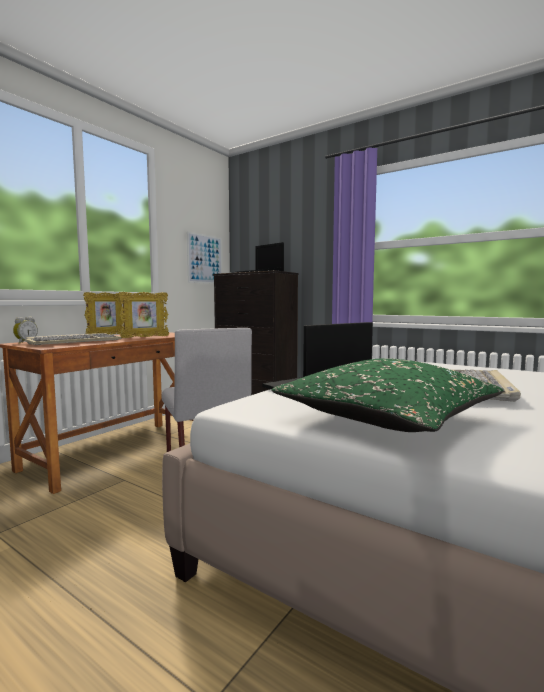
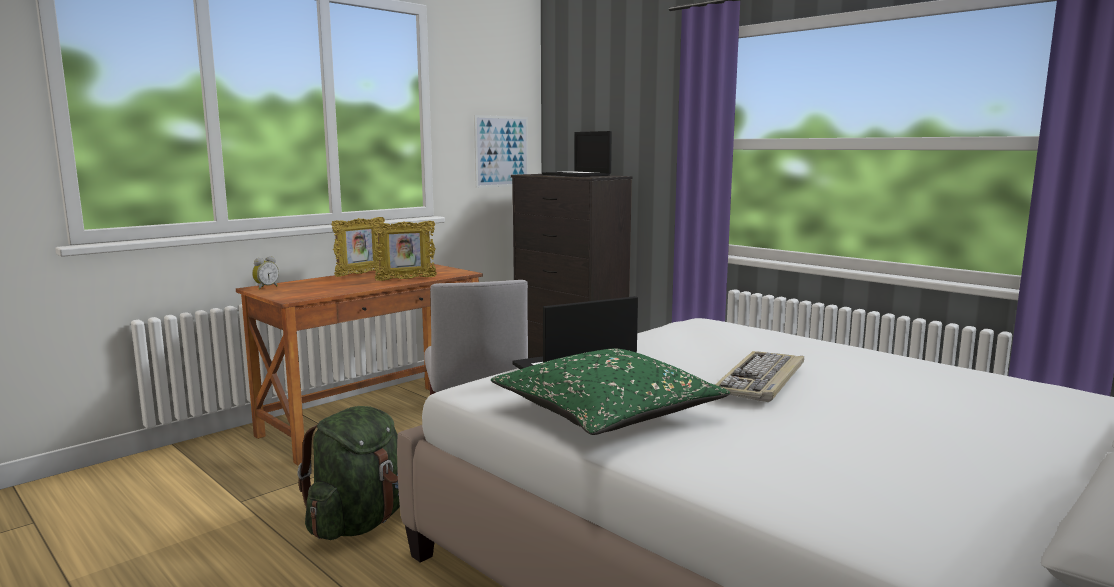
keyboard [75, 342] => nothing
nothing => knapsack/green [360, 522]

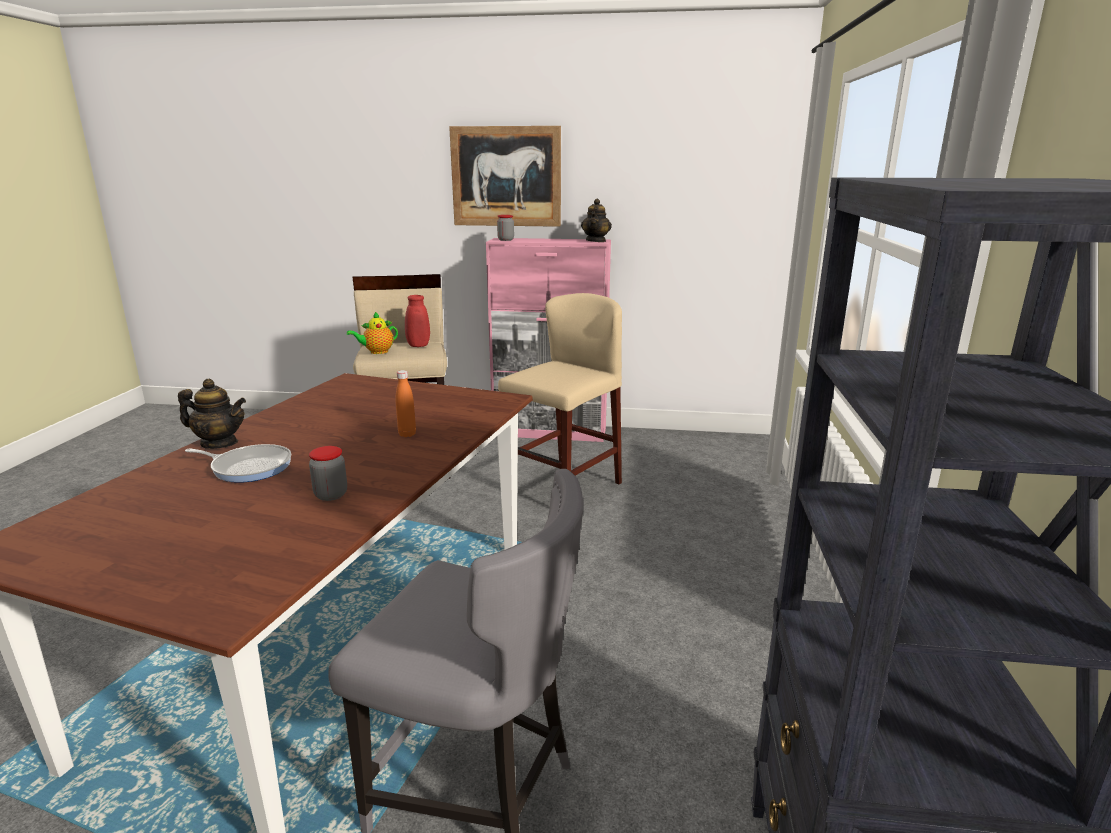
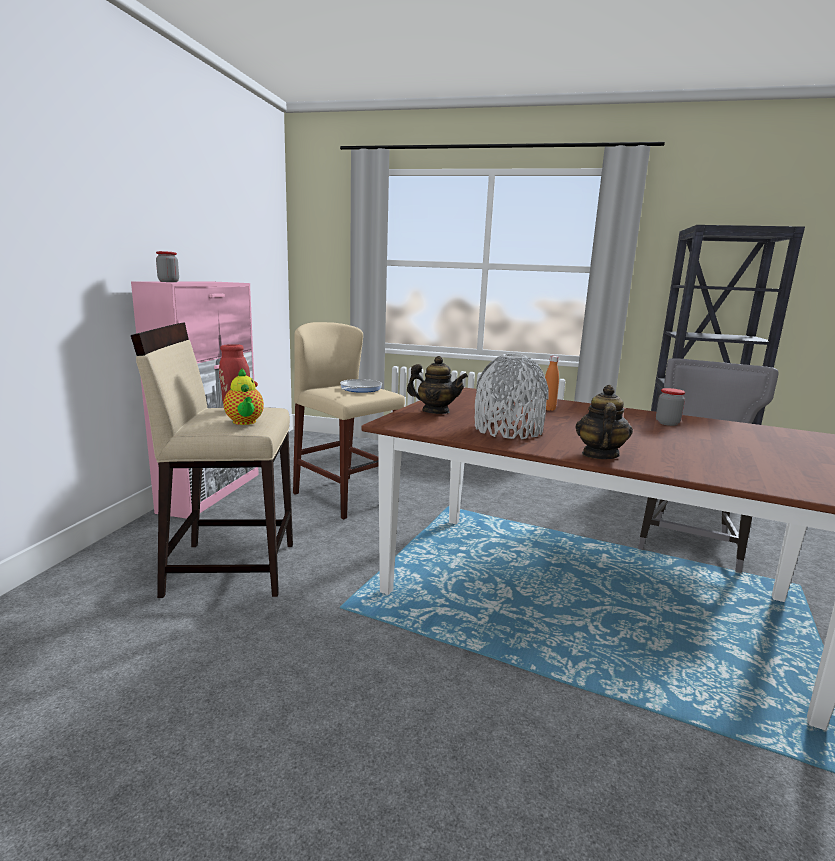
wall art [506, 177] => nothing
nothing => decorative vase/greyish [508, 430]
frying pan [249, 467] => frying pan [359, 389], relocated
pot for tea [596, 241] => pot for tea [435, 411], relocated

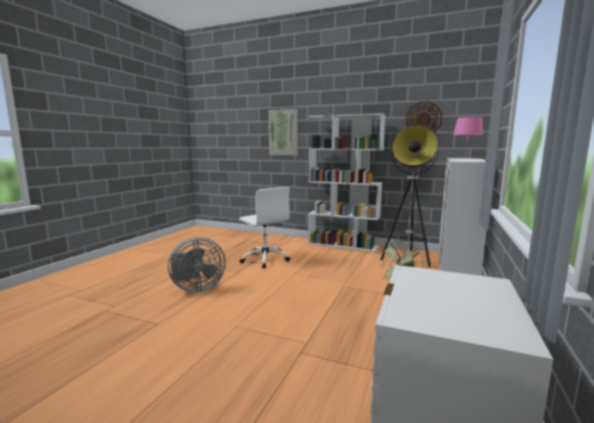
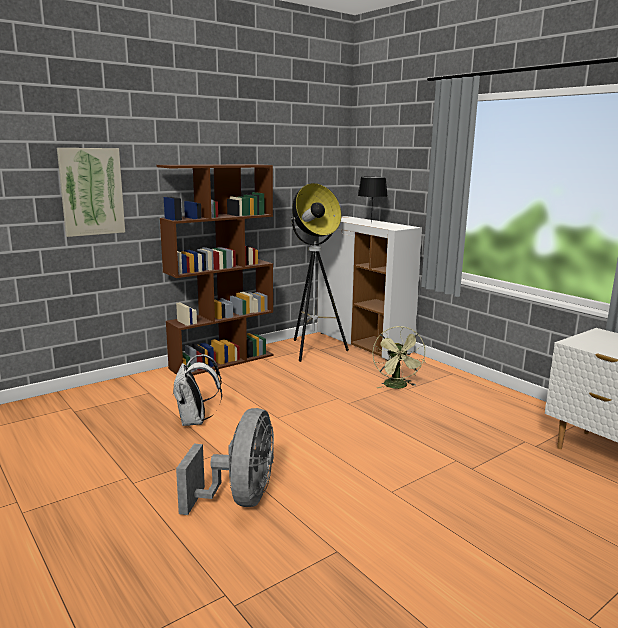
clock on the wall [423, 119] => nothing
office chair/white [265, 259] => knapsack/white [195, 421]
bookshelf/white [343, 245] => bookshelf/brown [222, 361]
lamp for a table/pink [465, 159] => lamp for a table/blackish [371, 223]

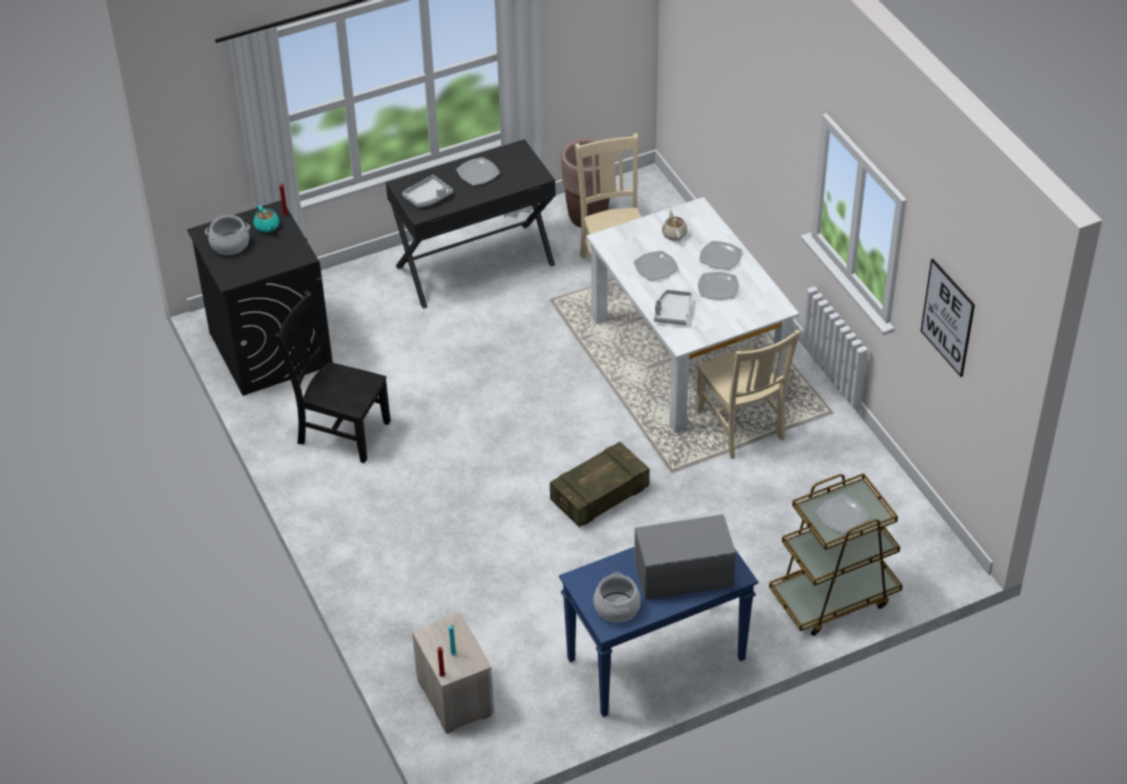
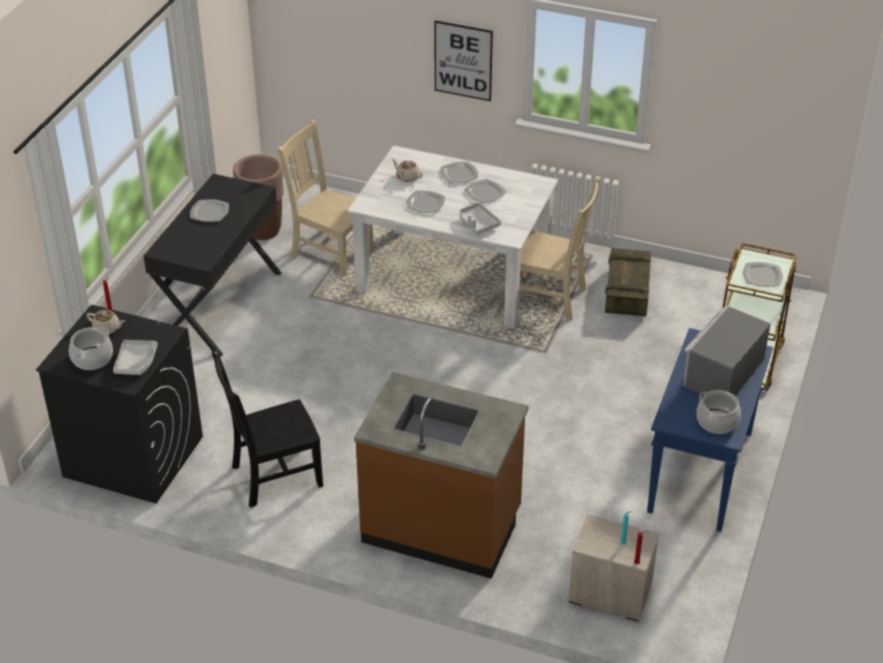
nothing => kitchen counter/brown [442, 526]
serving tray/greyish [428, 197] => serving tray/greyish [136, 362], relocated
crate [599, 495] => crate [627, 293], relocated
wall art [947, 317] => wall art [463, 60], relocated
pot for tea/turquoise [267, 227] => pot for tea/sand-coloured [107, 329]

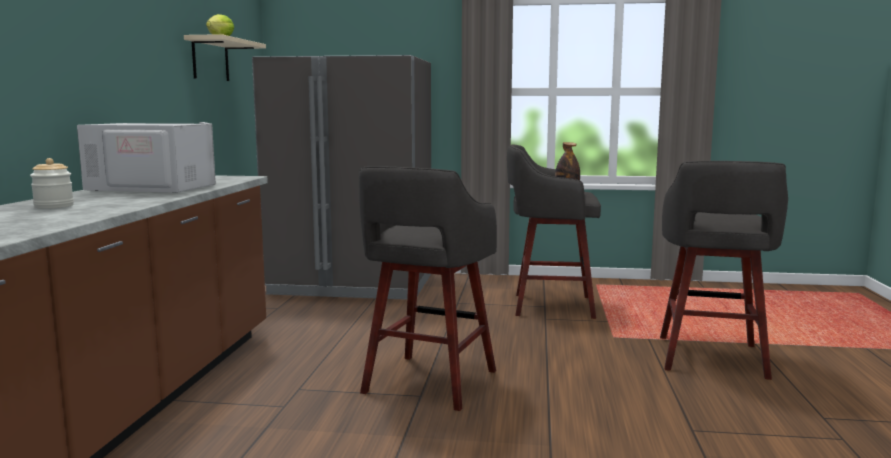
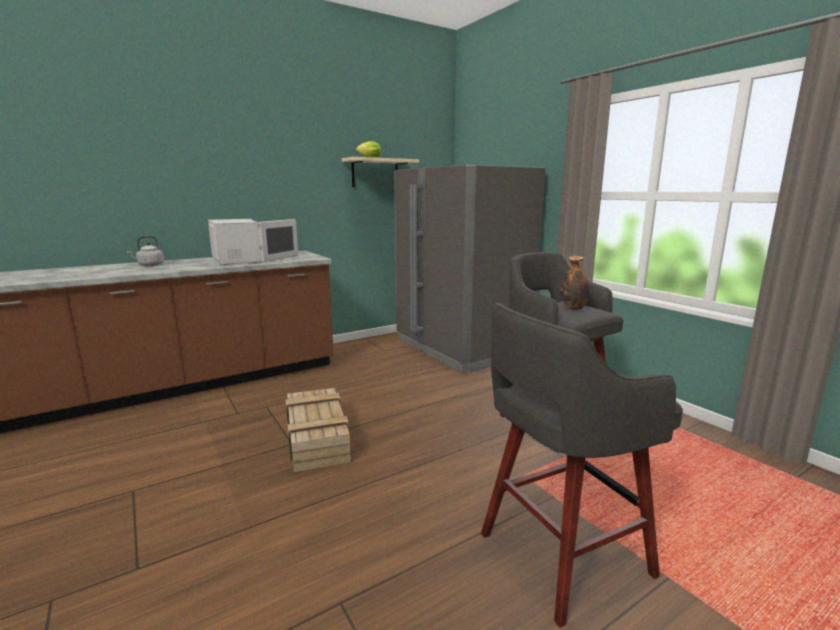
preserve jar [54, 206] => kettle/greyish [149, 265]
stool/greyish [428, 383] => crate [316, 438]

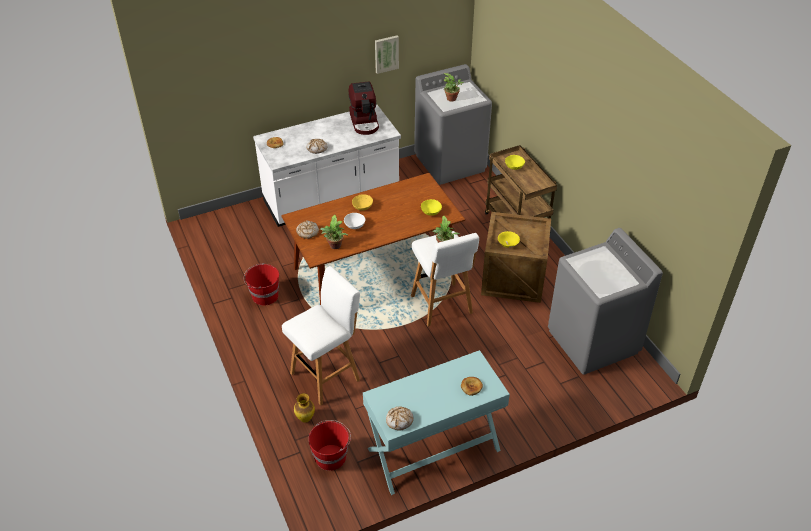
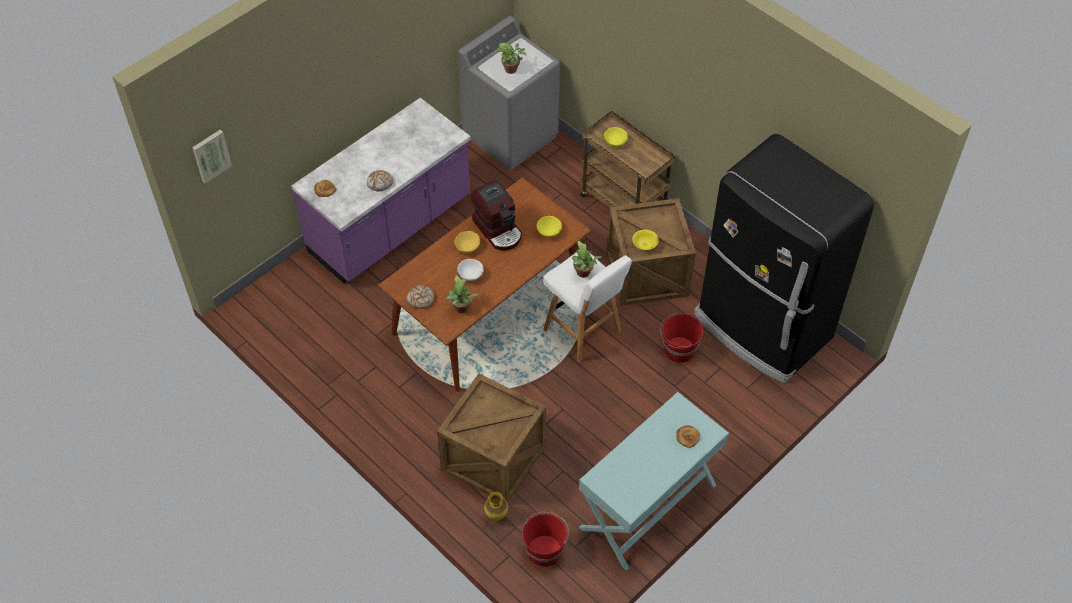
bread [399, 420] => nothing
bucket/red [264, 296] => bucket/red [679, 350], relocated
coffee machine [365, 122] => coffee machine [498, 229], relocated
wall art [386, 53] => wall art [211, 155], relocated
stool/white [327, 375] => crate [495, 457]
laundry appliance/greyish [593, 342] => kitchen fridge/blackish [762, 328]
kitchen counter/white [331, 199] => kitchen counter/purplish [391, 226]

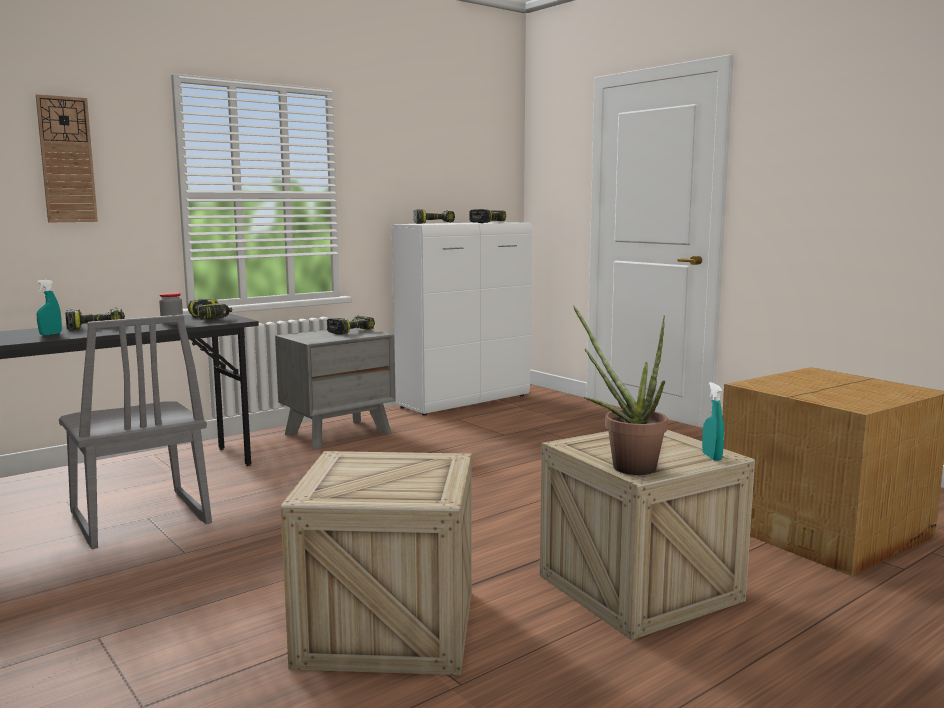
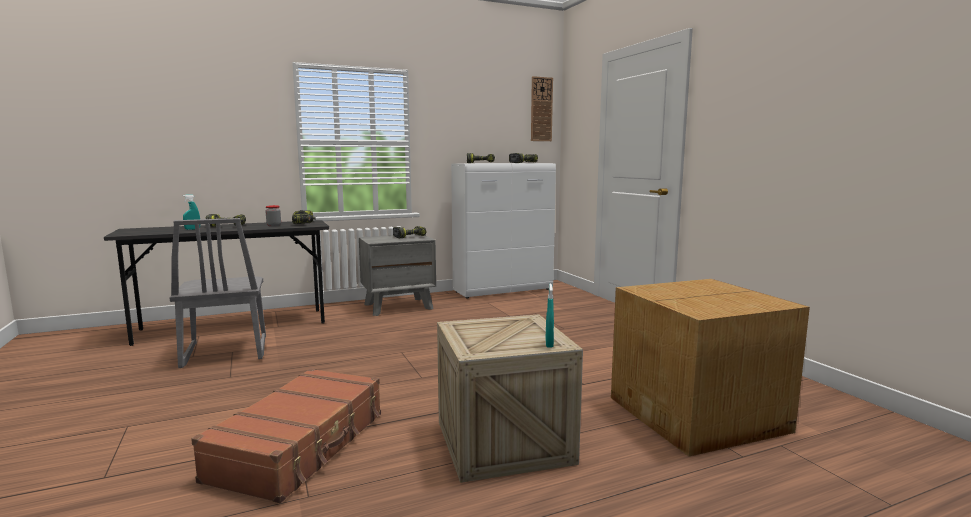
plant in a pot [625, 466] => nothing
clock on the wall [67, 160] => clock on the wall [541, 109], relocated
crate [388, 627] => suitcase/brown [301, 446]

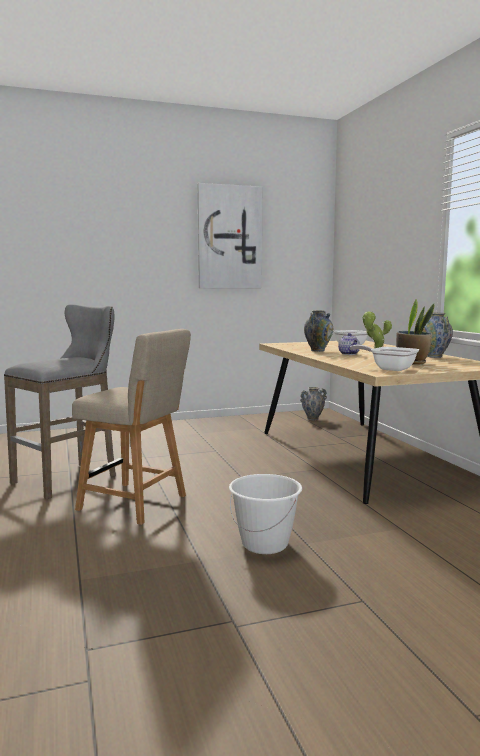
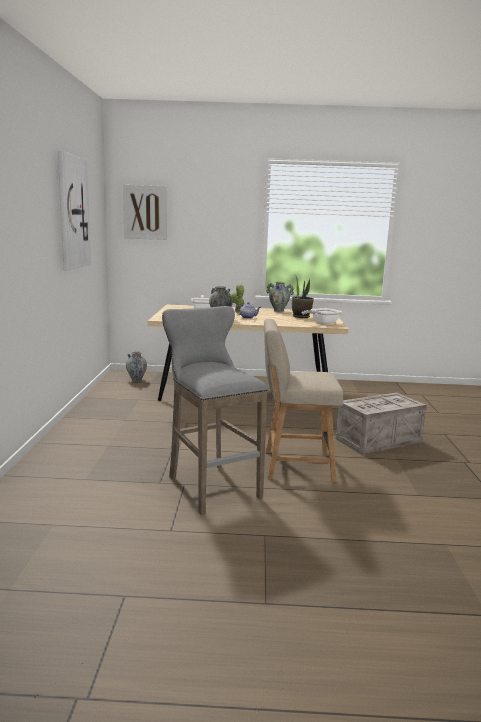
nothing => wall art [145, 212]
bucket/white [265, 544] => crate [379, 440]
chair/sand-coloured [137, 503] => chair/sand-coloured [294, 465], 135 degrees counterclockwise

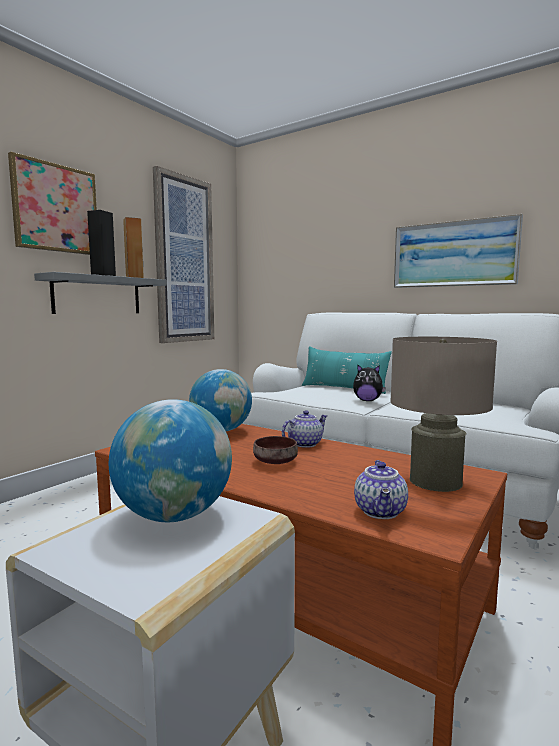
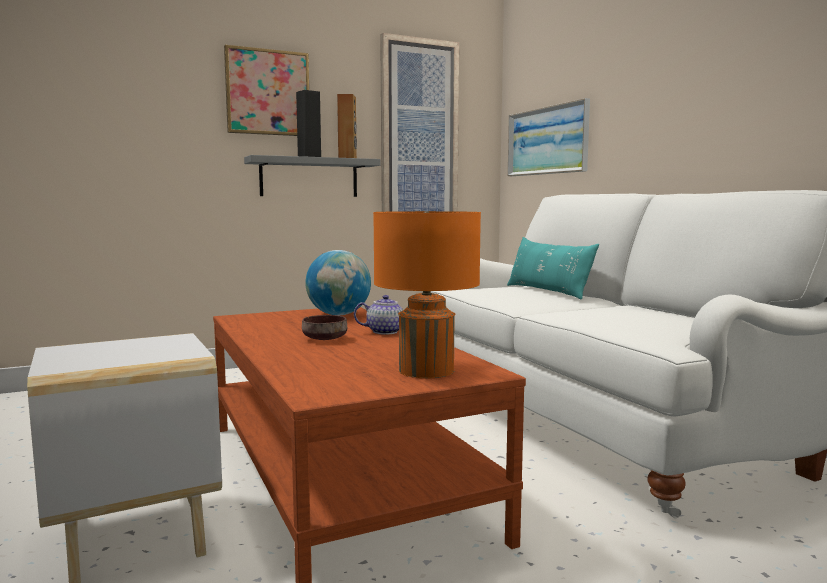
world globe [174, 516] => nothing
soft toy [367, 400] => nothing
pot for tea [381, 512] => nothing
wall art [453, 254] => wall art [547, 141], relocated
lamp for a table/sand-coloured [435, 481] => lamp for a table/orangey [426, 370]

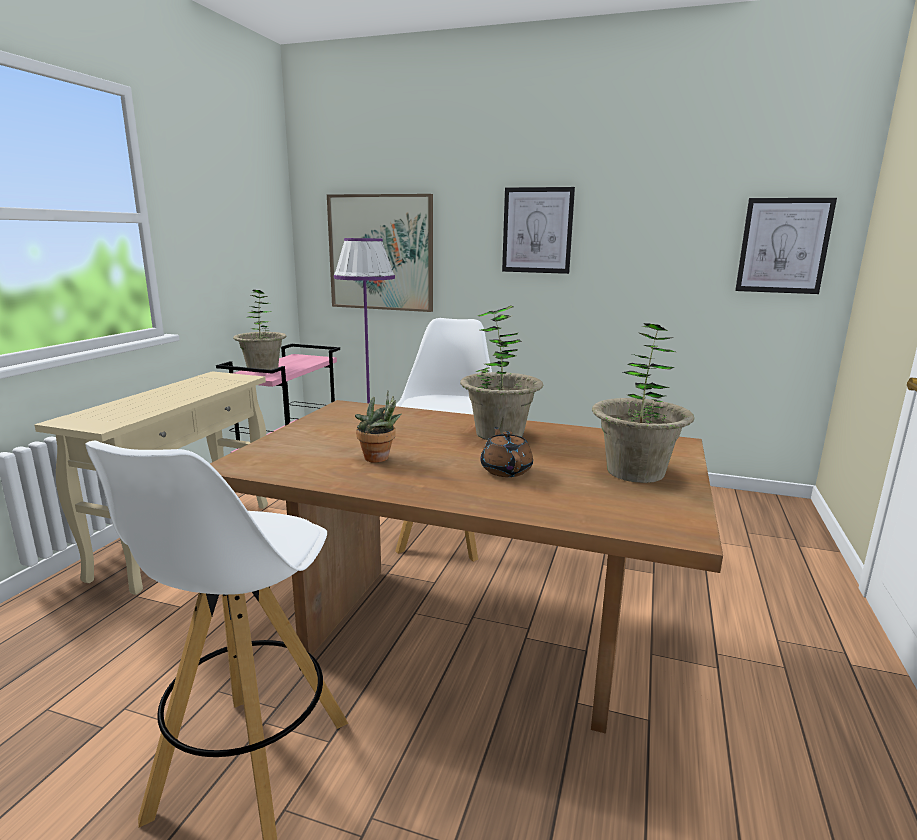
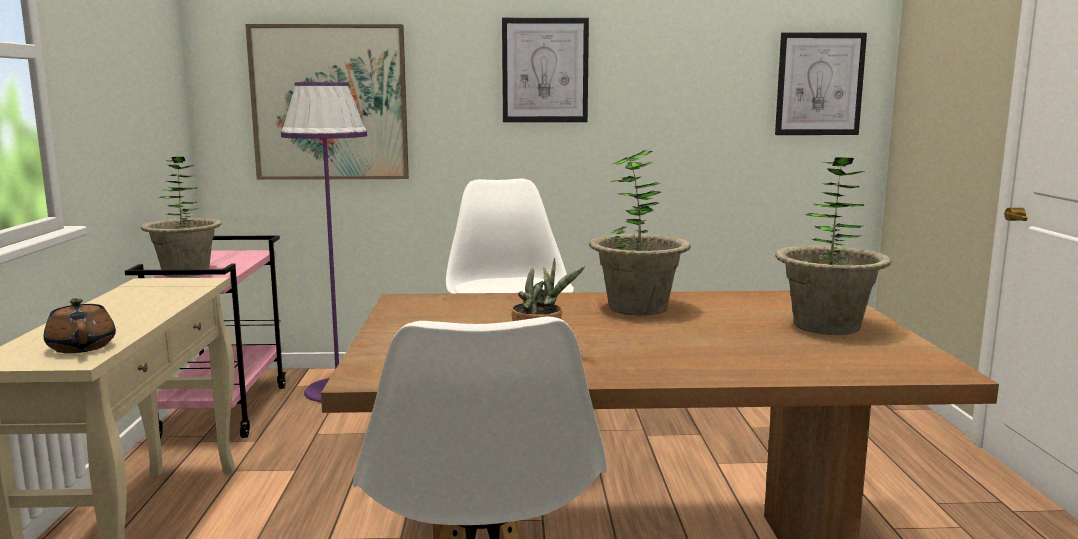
pot for tea/brown [506, 470] => pot for tea/brown [82, 346], relocated

